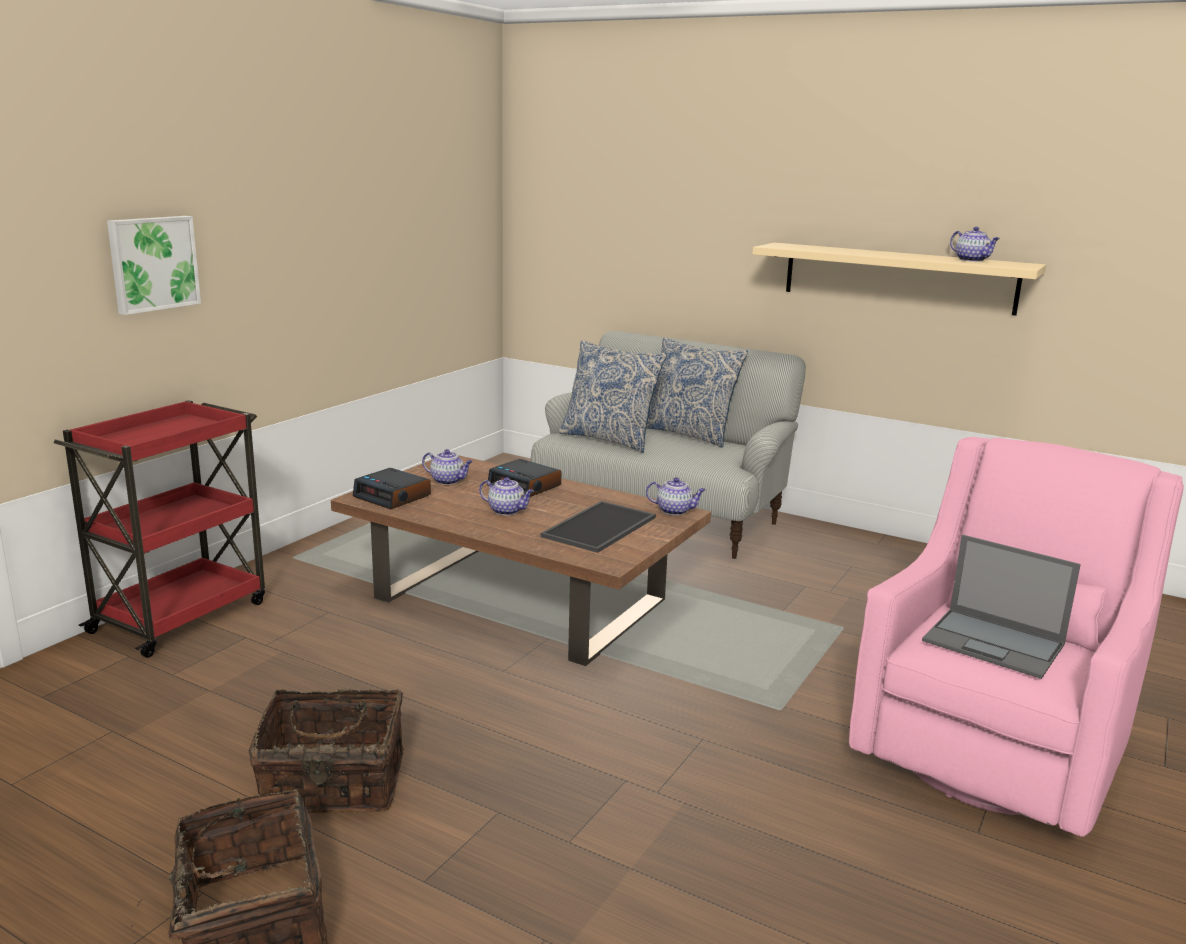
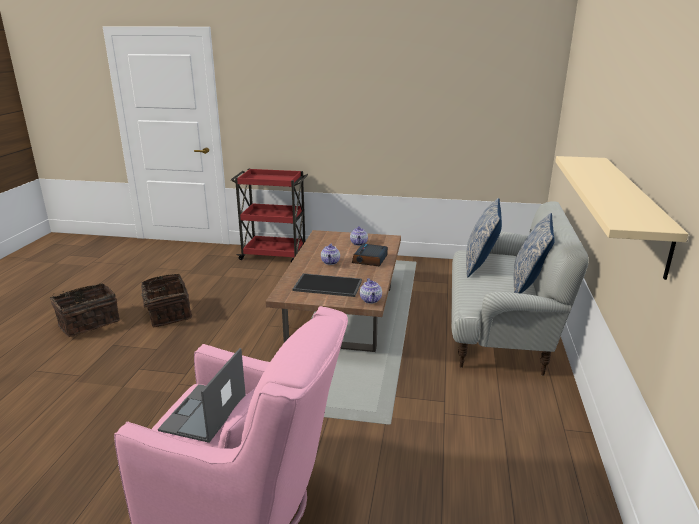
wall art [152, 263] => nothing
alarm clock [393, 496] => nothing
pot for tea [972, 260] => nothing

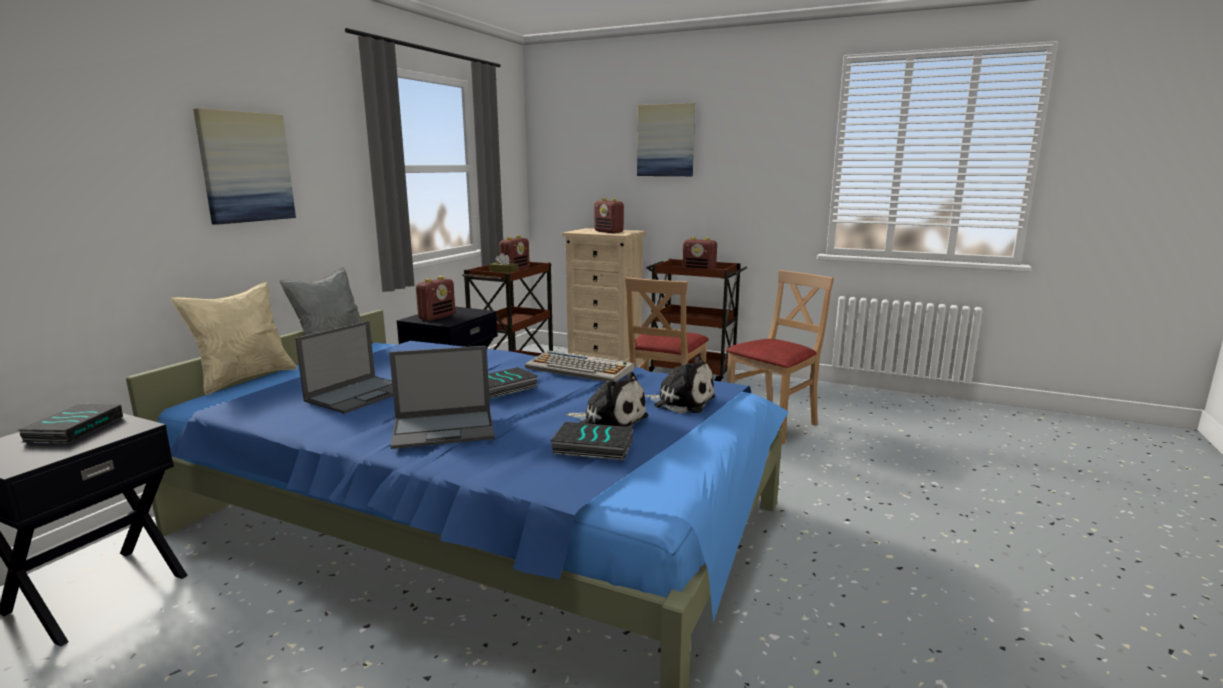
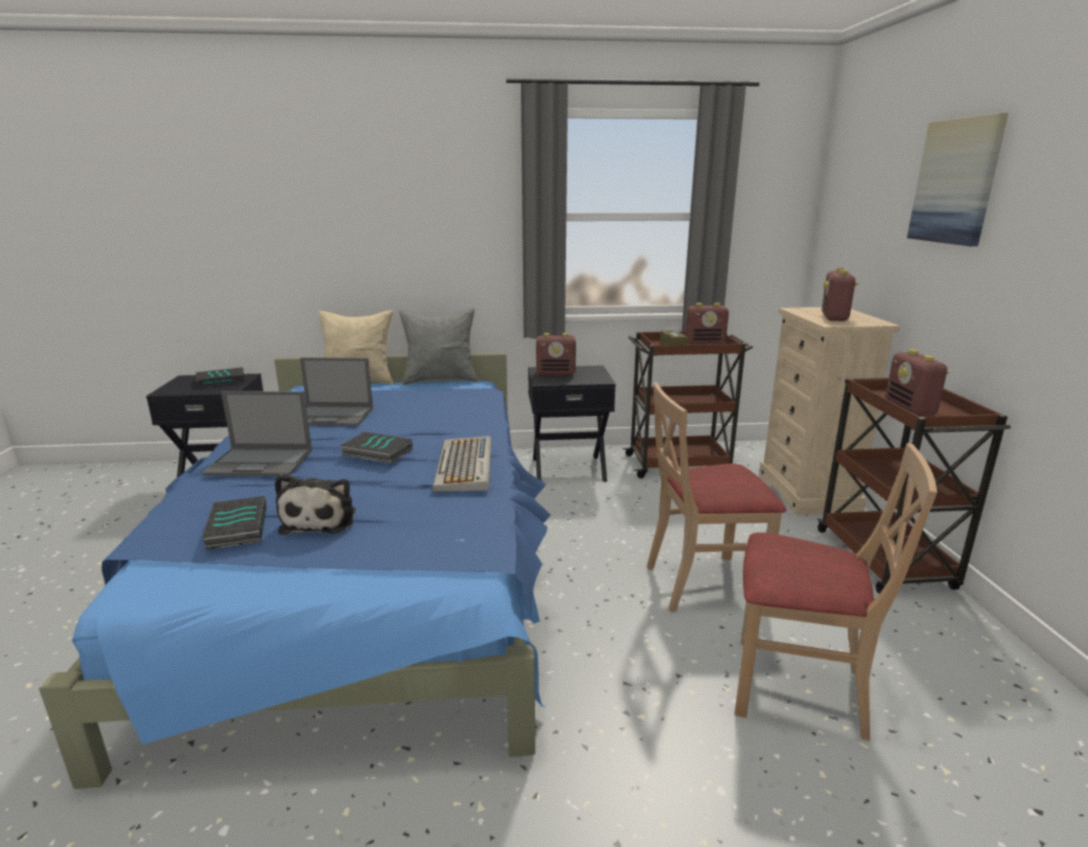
wall art [246, 167] => nothing
soft toy [680, 402] => nothing
notebook computer [445, 429] => notebook computer [261, 462], 45 degrees counterclockwise

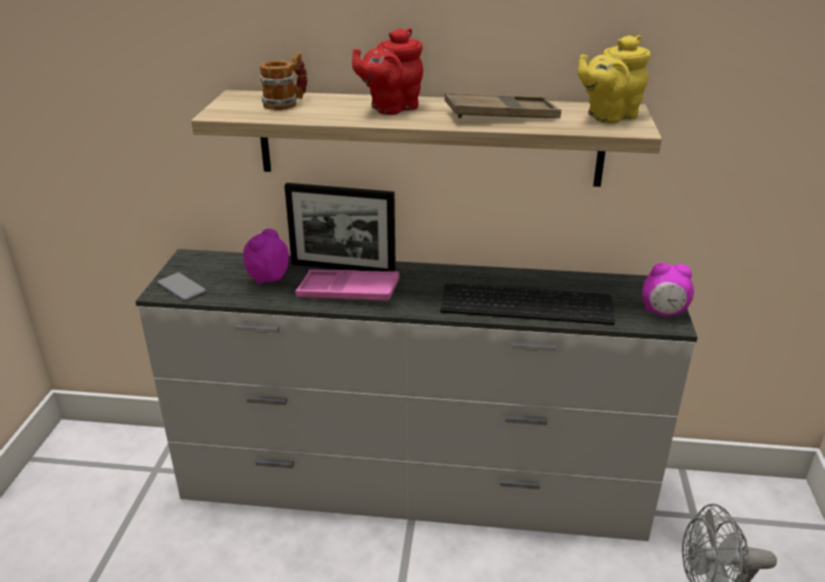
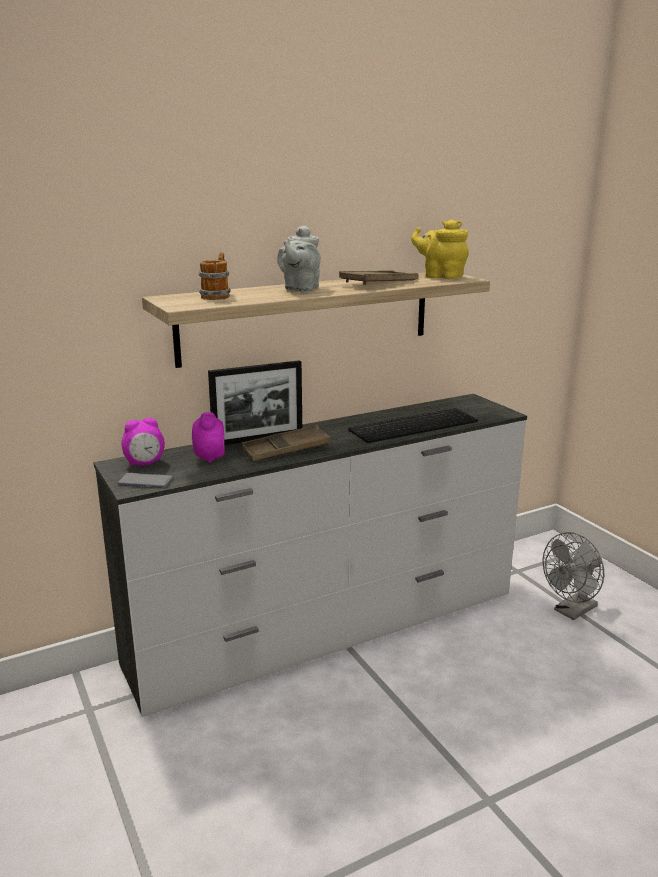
alarm clock [663, 313] => alarm clock [145, 464], relocated
serving tray/pink [348, 292] => serving tray/brown [286, 450]
pot for tea/red [391, 108] => pot for tea/greyish [300, 289]
pot for tea/yellow-coloured [608, 117] => pot for tea/yellow-coloured [440, 276], 90 degrees clockwise

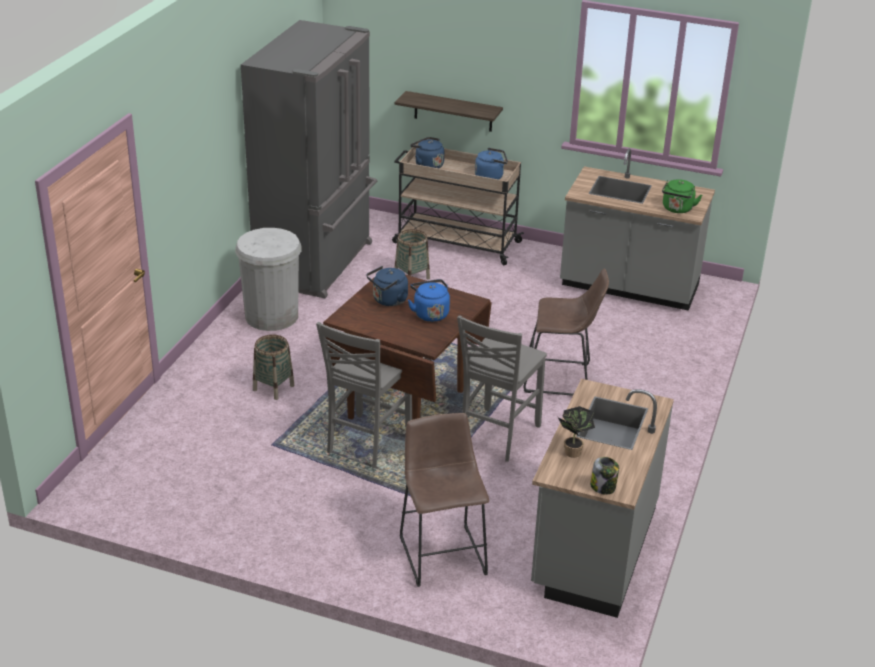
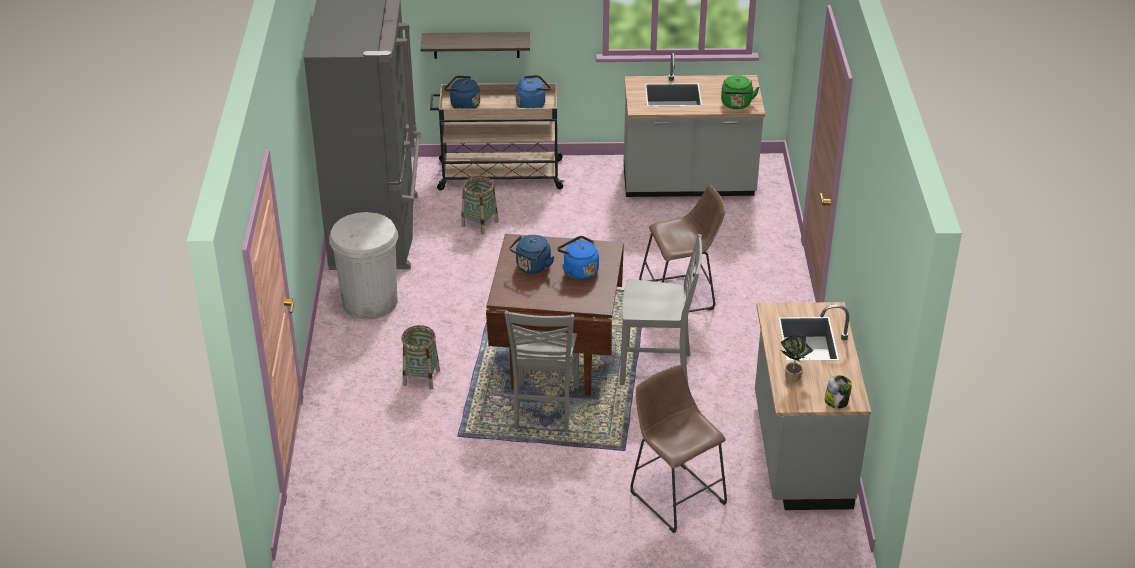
chair/greyish [497, 436] => chair/greyish [657, 369], 90 degrees counterclockwise

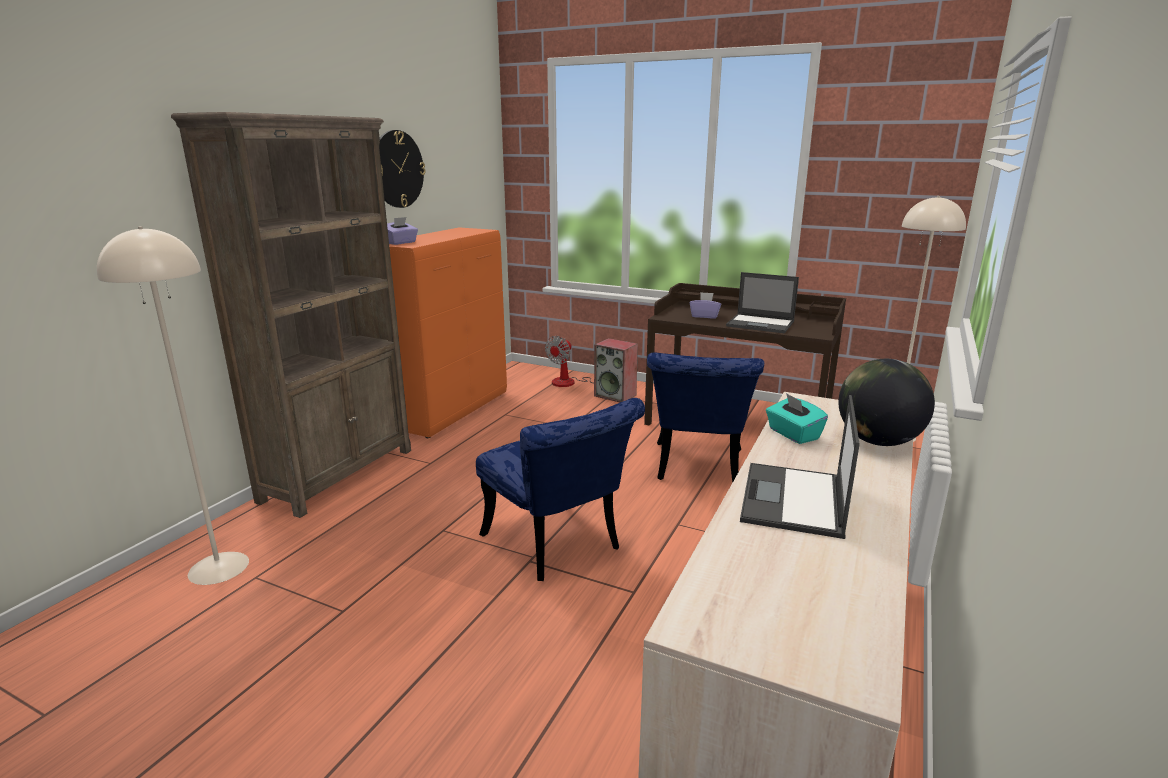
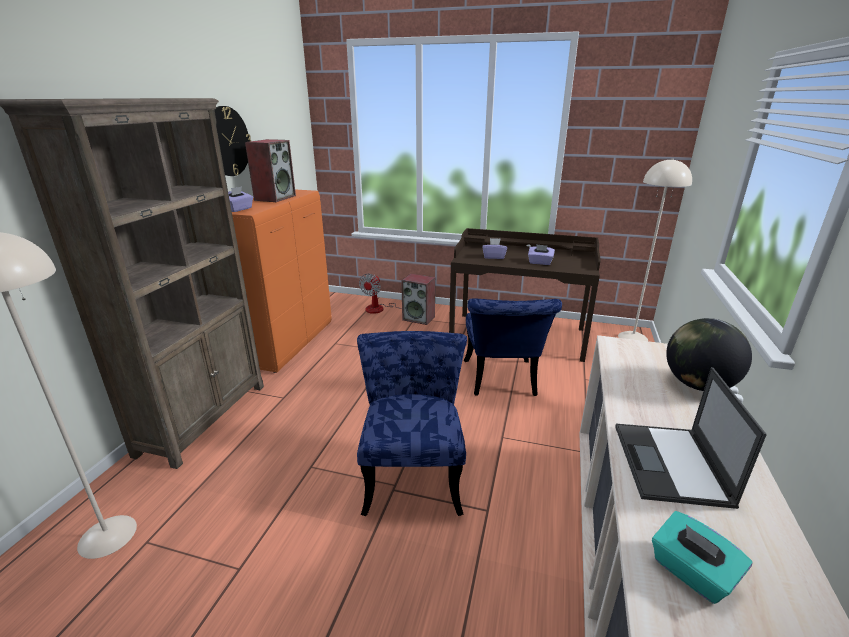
nothing => audio speaker [275, 198]
tissue holder/turquoise [793, 434] => tissue holder/turquoise [691, 573], relocated
notebook computer [761, 324] => tissue holder/purplish [540, 262]
chair/blue [558, 547] => chair/blue [413, 472], 135 degrees counterclockwise

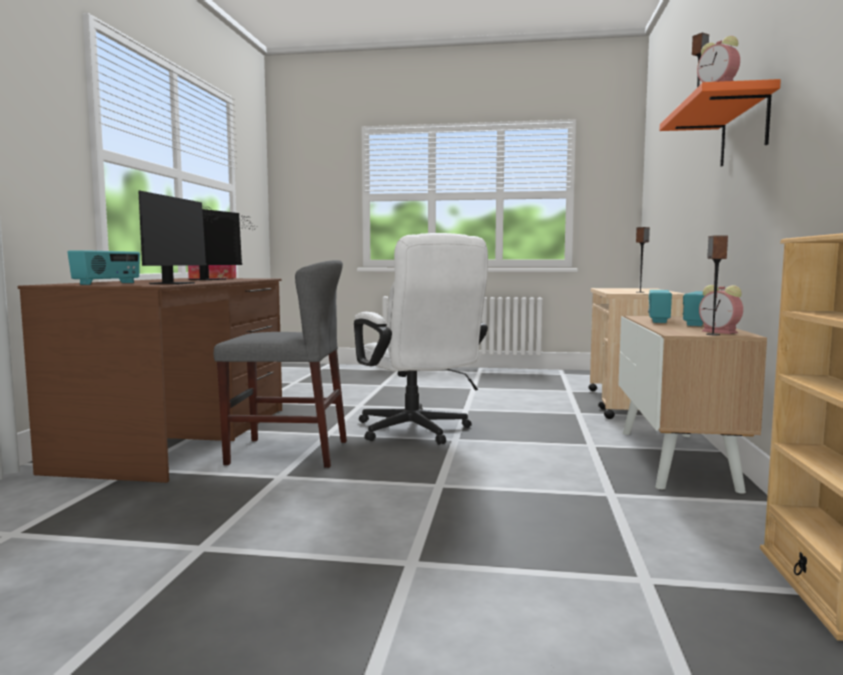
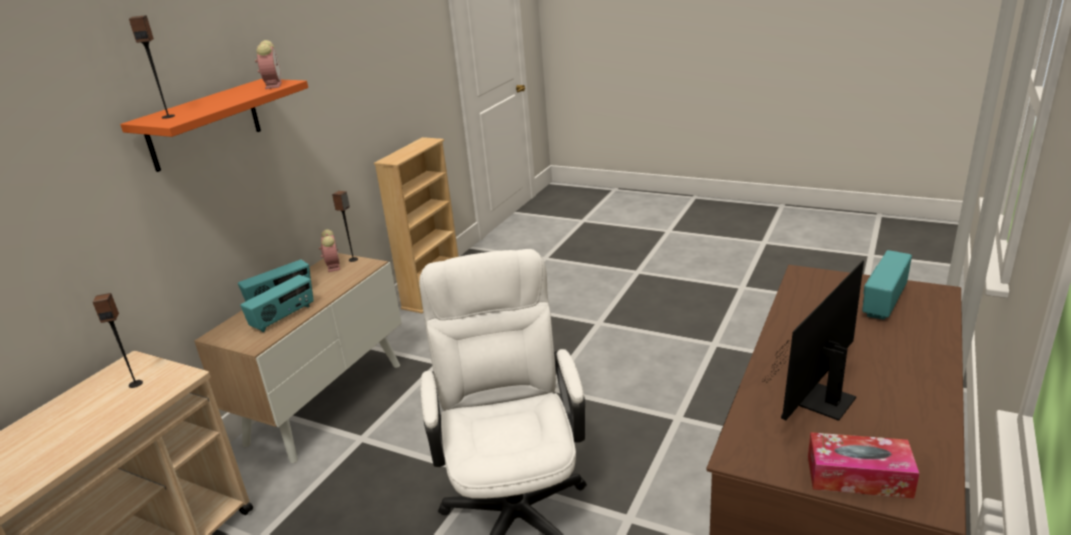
computer screen [177, 283] => nothing
chair/greyish [288, 452] => nothing

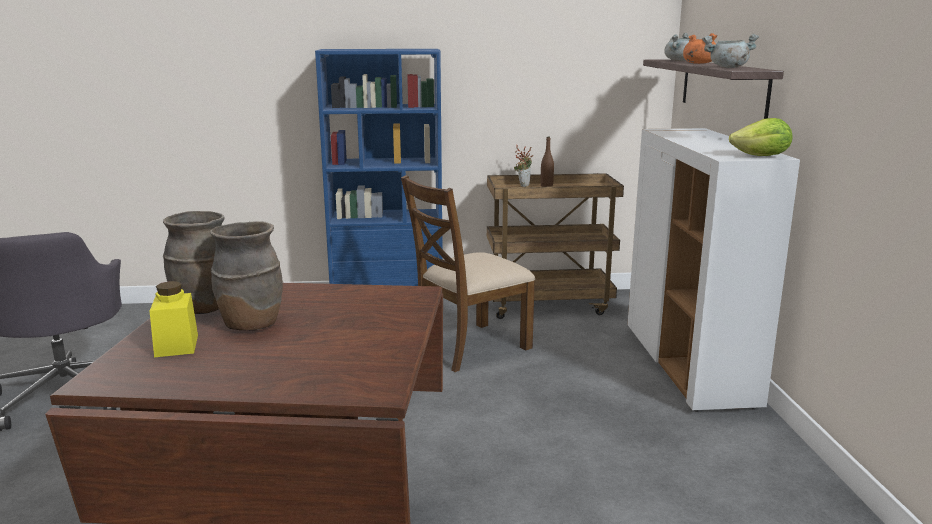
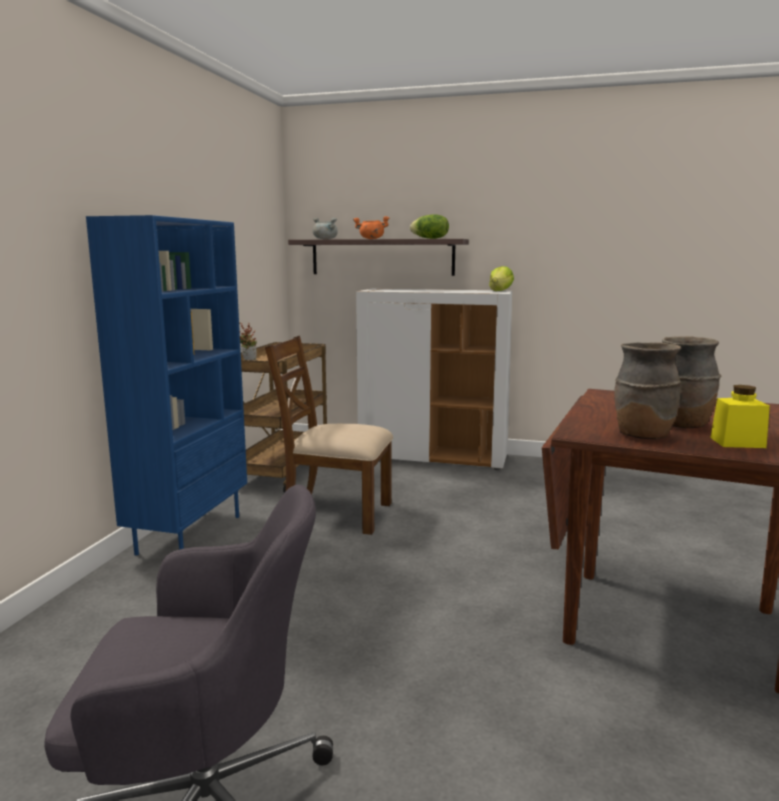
bottle/brown [546, 186] => nothing
stockpot/greyish [728, 67] => head of lettuce [430, 238]
chair/brown [469, 346] => chair/brown [335, 513], 120 degrees clockwise

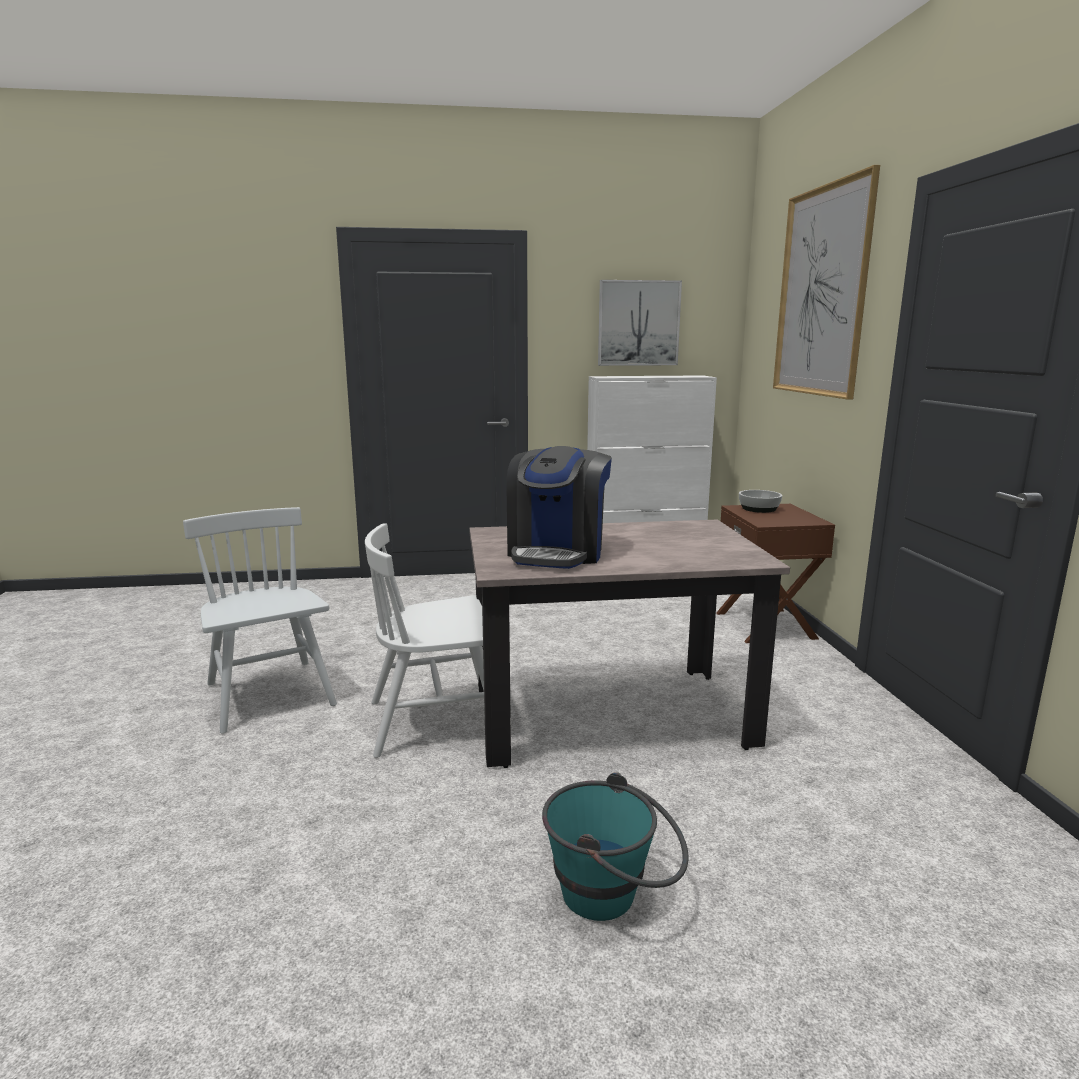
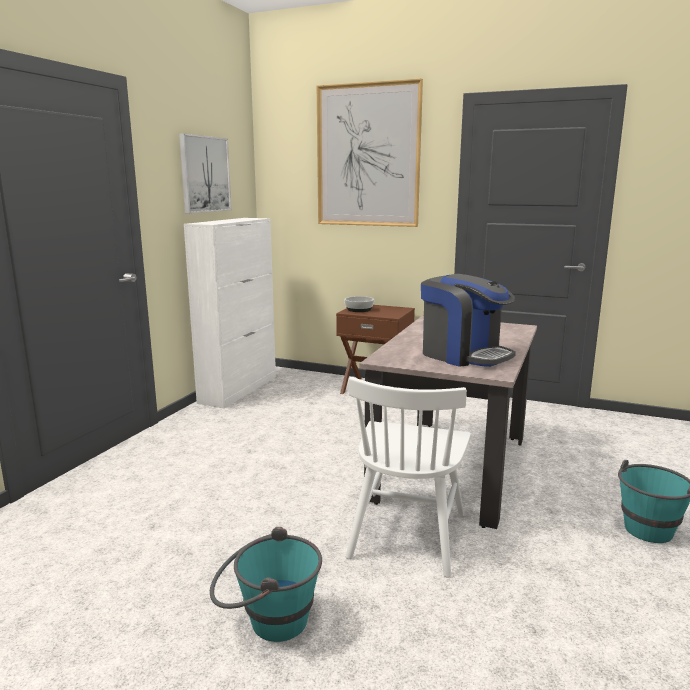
chair/white [270, 695] => bucket/turquoise [267, 621]

